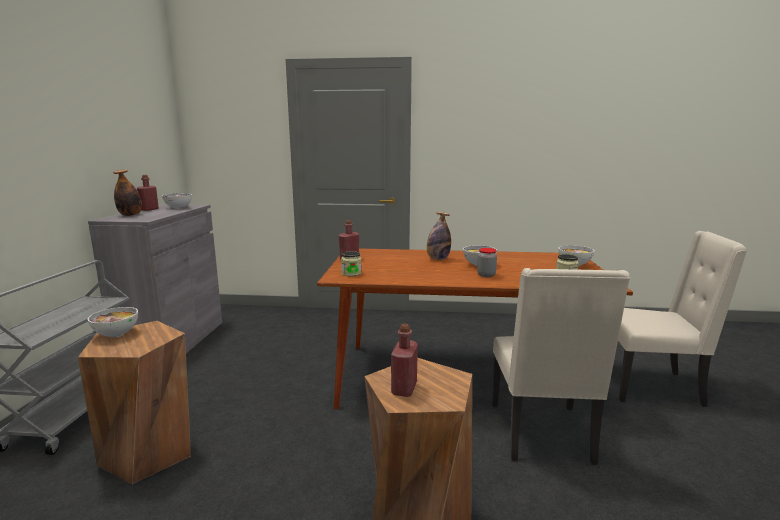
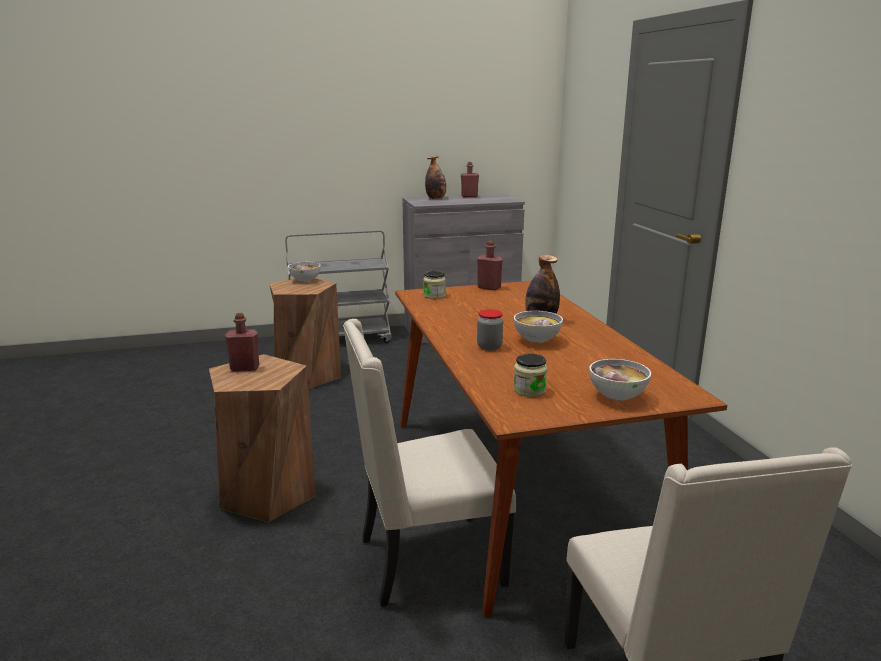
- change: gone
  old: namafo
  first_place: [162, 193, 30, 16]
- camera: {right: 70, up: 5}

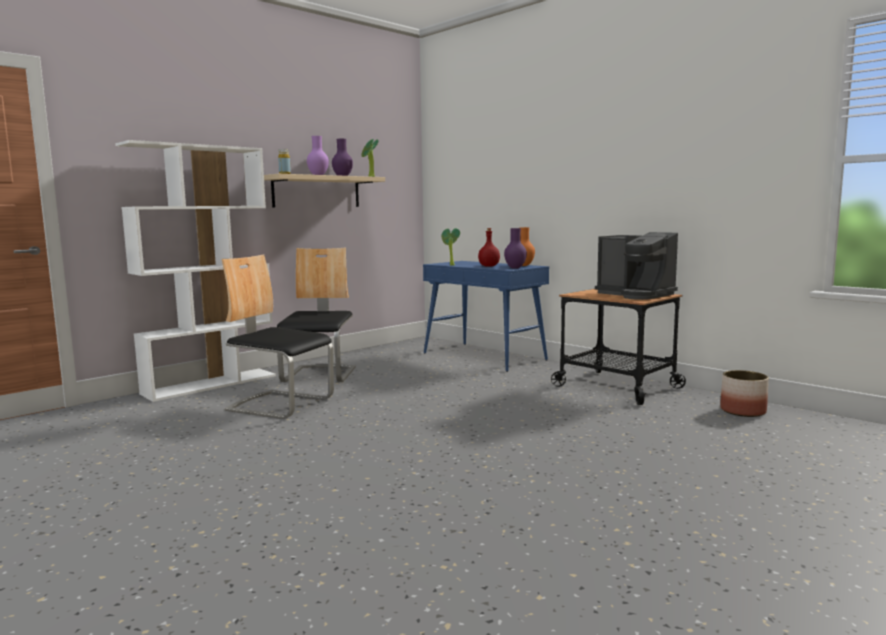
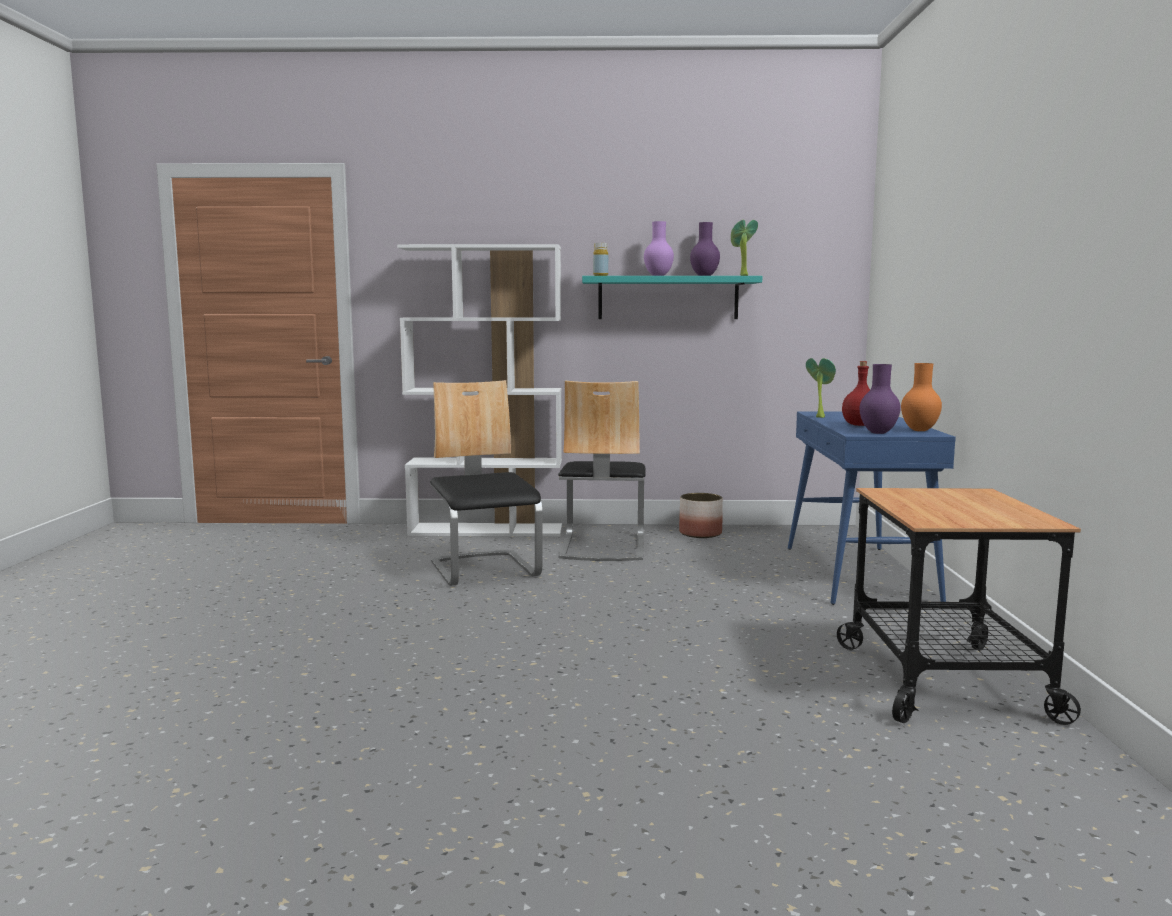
- change: repainted
  old: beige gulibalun
  new: turquoise gulibalun
  first_place: [264, 174, 121, 34]
  second_place: [582, 276, 180, 43]
- change: gone
  old: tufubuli
  first_place: [595, 232, 83, 68]
- change: rotated
  old: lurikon
  first_place: [277, 248, 79, 134]
  second_place: [558, 380, 88, 181]
  degrees: 135
- change: shifted
  old: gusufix
  first_place: [720, 370, 49, 47]
  second_place: [679, 493, 44, 45]
- camera: {right: 45, up: 0}

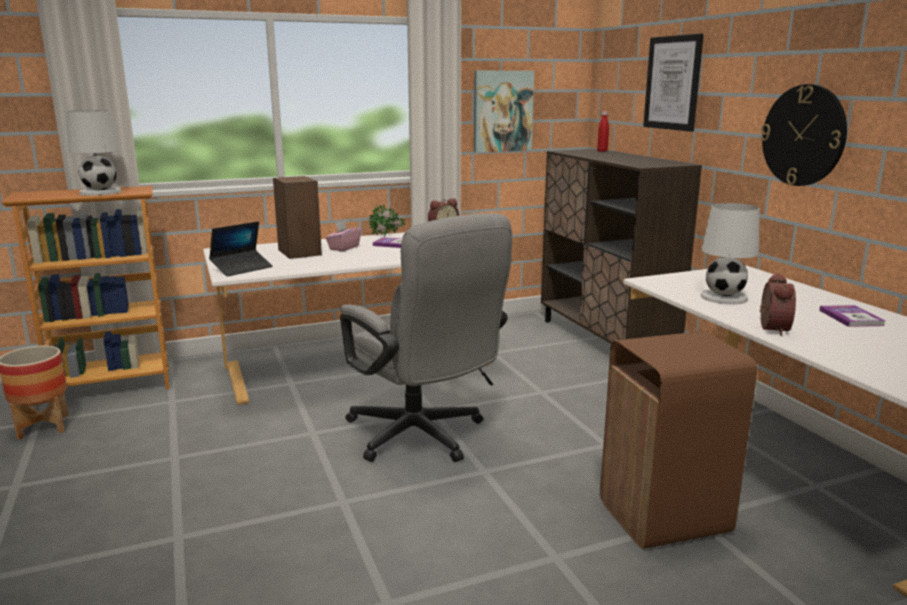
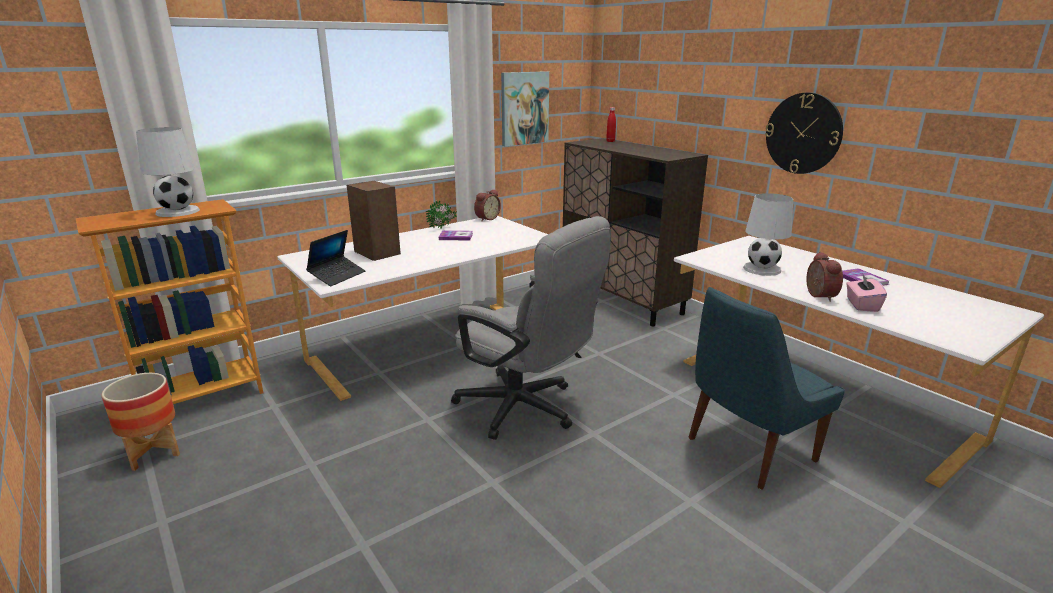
- change: gone
  old: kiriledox
  first_place: [643, 34, 61, 97]
- change: shifted
  old: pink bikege
  first_place: [325, 220, 36, 31]
  second_place: [846, 273, 41, 39]
- change: swapped
  old: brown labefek
  new: blue lurikon
  first_place: [600, 331, 157, 218]
  second_place: [689, 287, 156, 203]
- camera: {right: -15, up: 5}

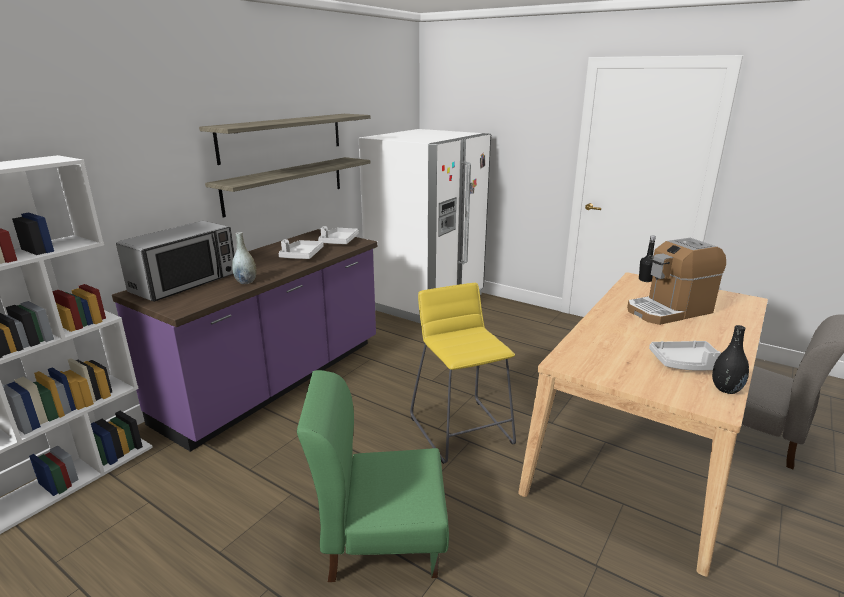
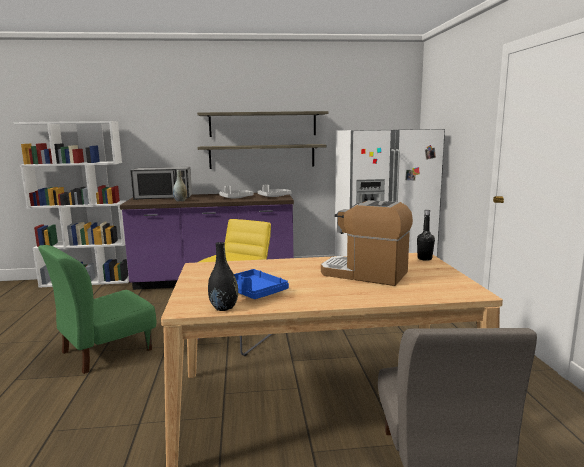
- change: repainted
  old: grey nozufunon
  new: blue nozufunon
  first_place: [649, 341, 72, 30]
  second_place: [234, 269, 55, 30]
- change: rotated
  old: green lurikon
  first_place: [297, 370, 152, 212]
  second_place: [38, 245, 118, 129]
  degrees: -90
- camera: {right: 50, up: -10}

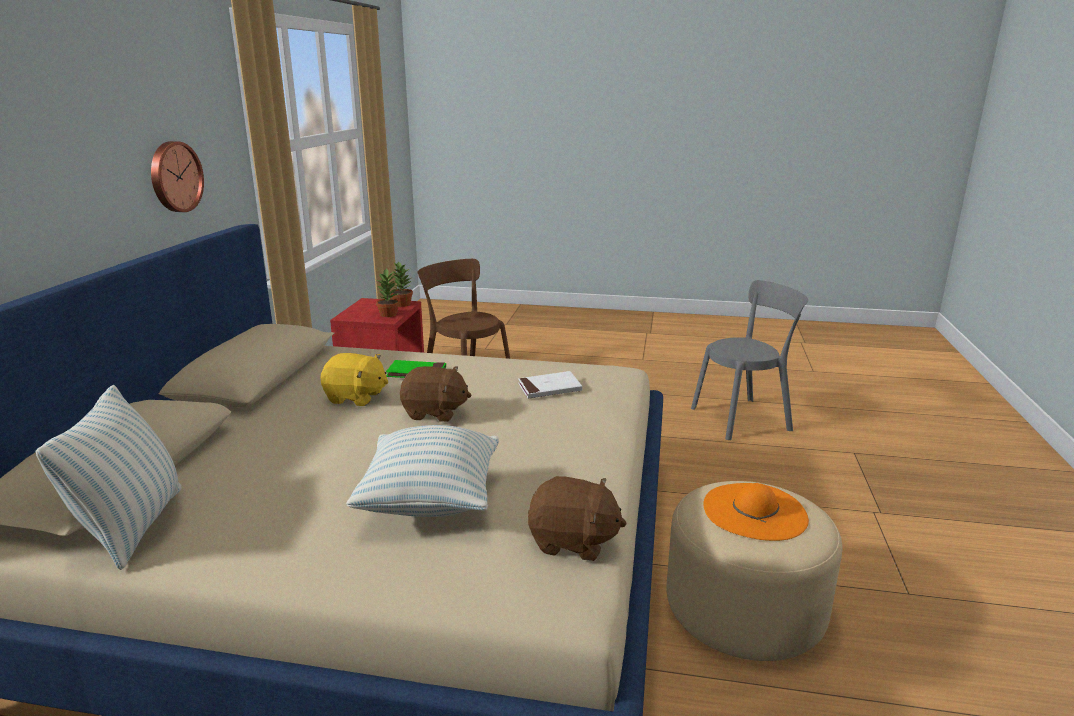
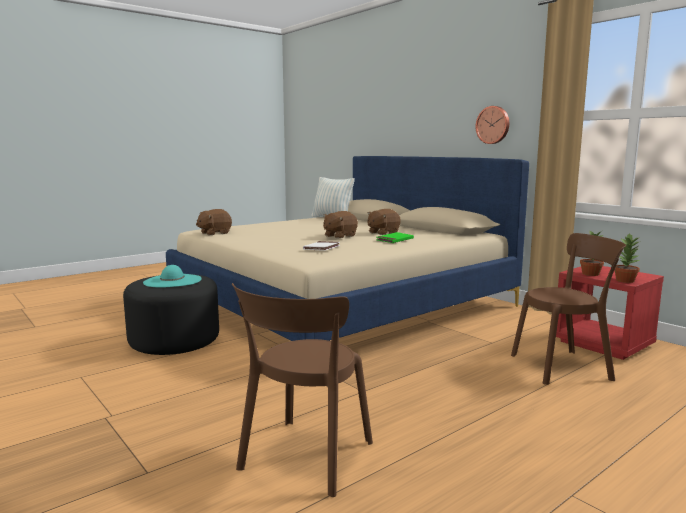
- change: repainted
  old: grey lurikon
  new: brown lurikon
  first_place: [691, 280, 117, 160]
  second_place: [232, 283, 141, 214]
- change: repainted
  old: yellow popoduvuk
  new: brown popoduvuk
  first_place: [321, 353, 67, 53]
  second_place: [367, 209, 34, 26]
- change: gone
  old: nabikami
  first_place: [346, 425, 153, 92]
- change: repainted
  old: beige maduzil
  new: black maduzil
  first_place: [667, 481, 175, 180]
  second_place: [123, 274, 96, 81]
- change: repainted
  old: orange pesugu
  new: turquoise pesugu
  first_place: [703, 483, 106, 58]
  second_place: [143, 265, 59, 23]
- camera: {right: 130, up: -10}

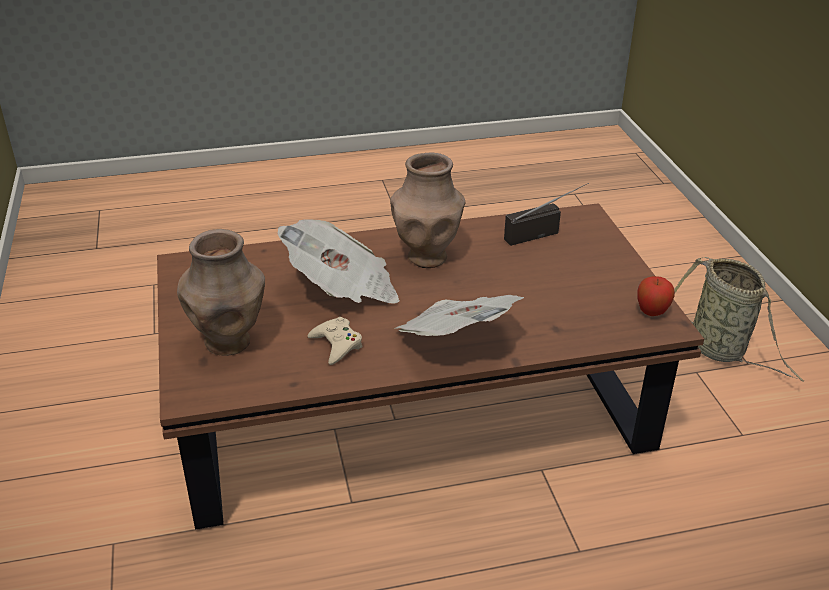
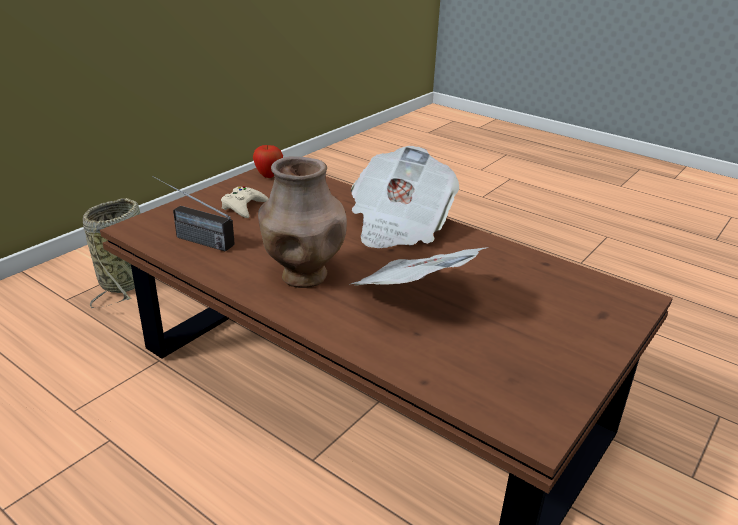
- change: gone
  old: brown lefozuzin
  first_place: [177, 229, 88, 127]
- change: shifted
  old: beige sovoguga
  first_place: [308, 317, 54, 48]
  second_place: [221, 186, 48, 32]
- camera: {right: -130, up: -5}

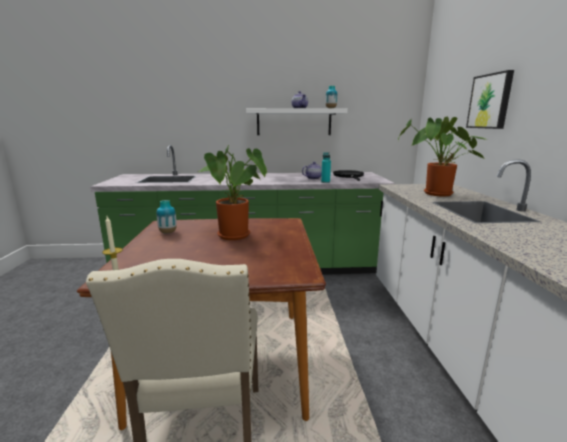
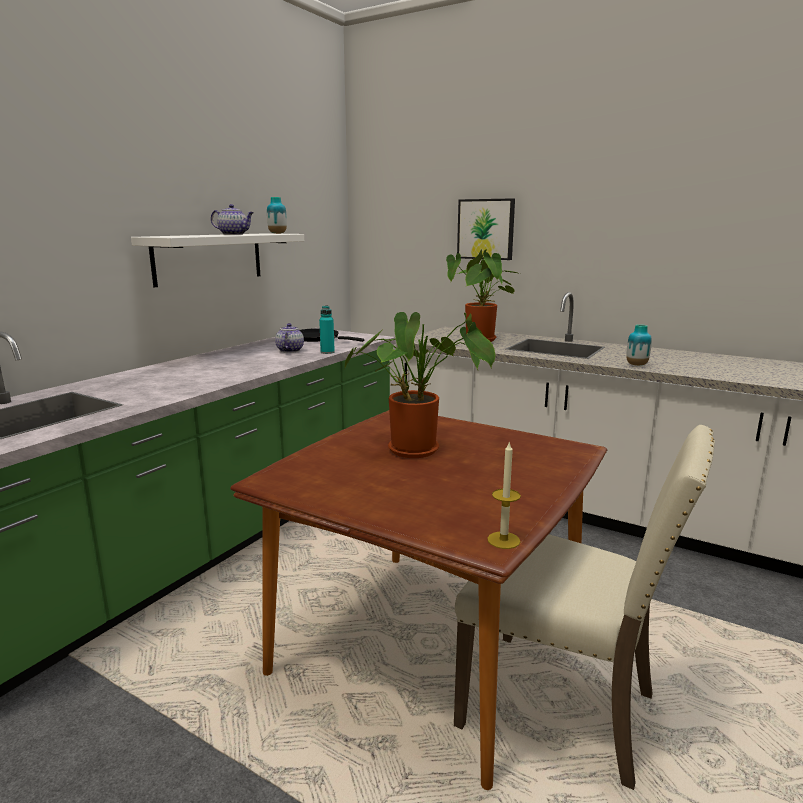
- change: shifted
  old: lefozuzin
  first_place: [157, 200, 20, 34]
  second_place: [626, 324, 26, 42]
- camera: {right: -55, up: 0}

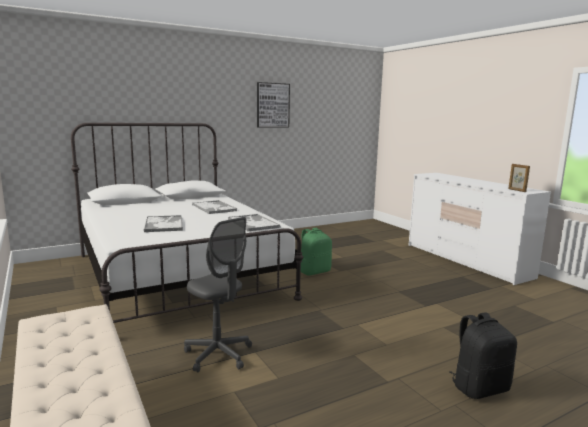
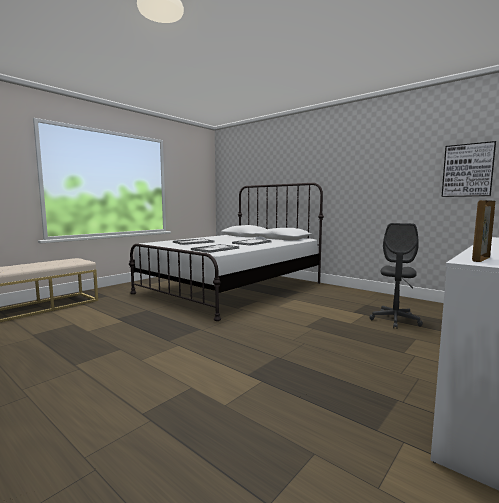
- change: shifted
  old: kiriledox
  first_place: [257, 82, 33, 46]
  second_place: [442, 141, 54, 56]
- change: shifted
  old: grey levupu
  first_place: [184, 217, 68, 155]
  second_place: [370, 223, 53, 106]
- change: gone
  old: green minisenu
  first_place: [301, 228, 31, 48]
- change: gone
  old: black minisenu
  first_place: [450, 312, 67, 87]
- camera: {right: 70, up: -5}

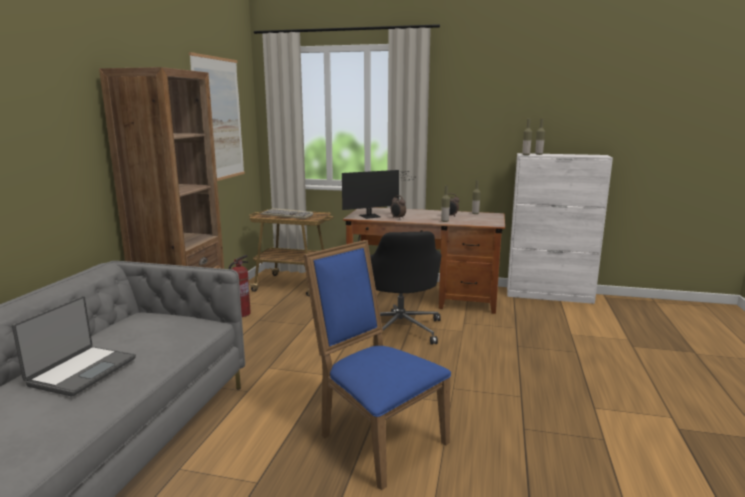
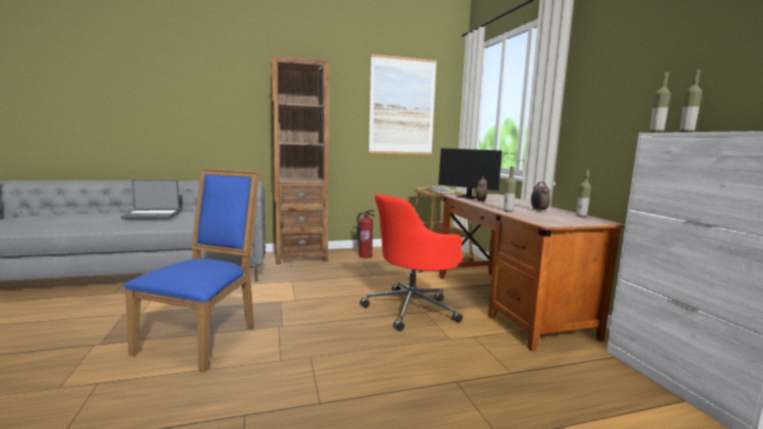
- change: repainted
  old: black levupu
  new: red levupu
  first_place: [370, 231, 71, 114]
  second_place: [360, 194, 103, 137]
- camera: {right: 60, up: -5}

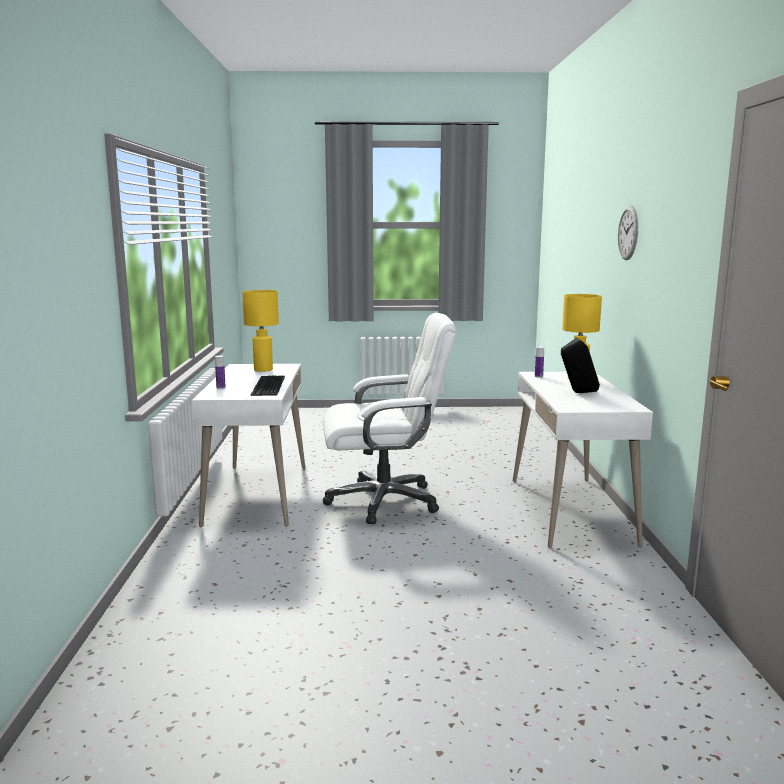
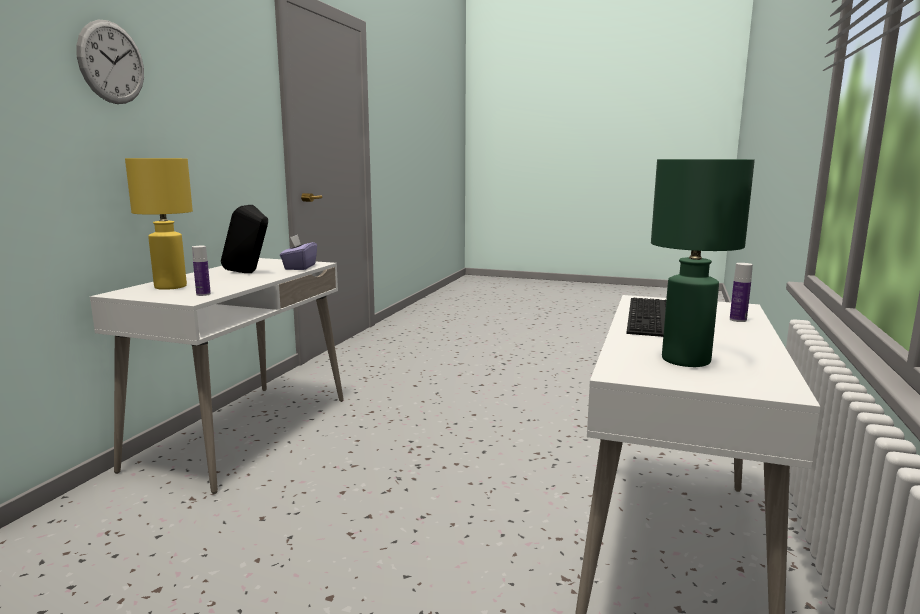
- change: repainted
  old: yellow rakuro
  new: green rakuro
  first_place: [243, 290, 36, 82]
  second_place: [651, 159, 104, 208]
- change: gone
  old: white levupu
  first_place: [323, 313, 133, 211]
- change: new
  new: purple bikege
  second_place: [280, 234, 37, 36]
- camera: {right: -160, up: 0}

